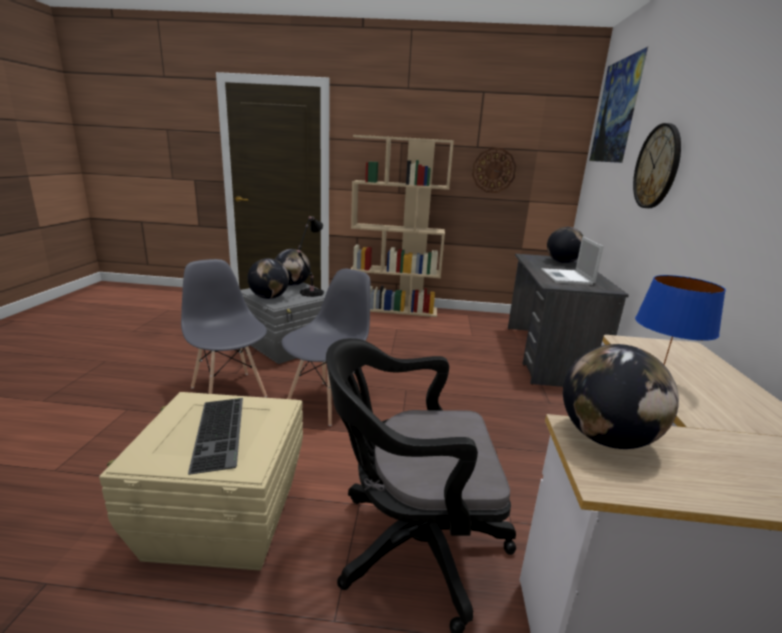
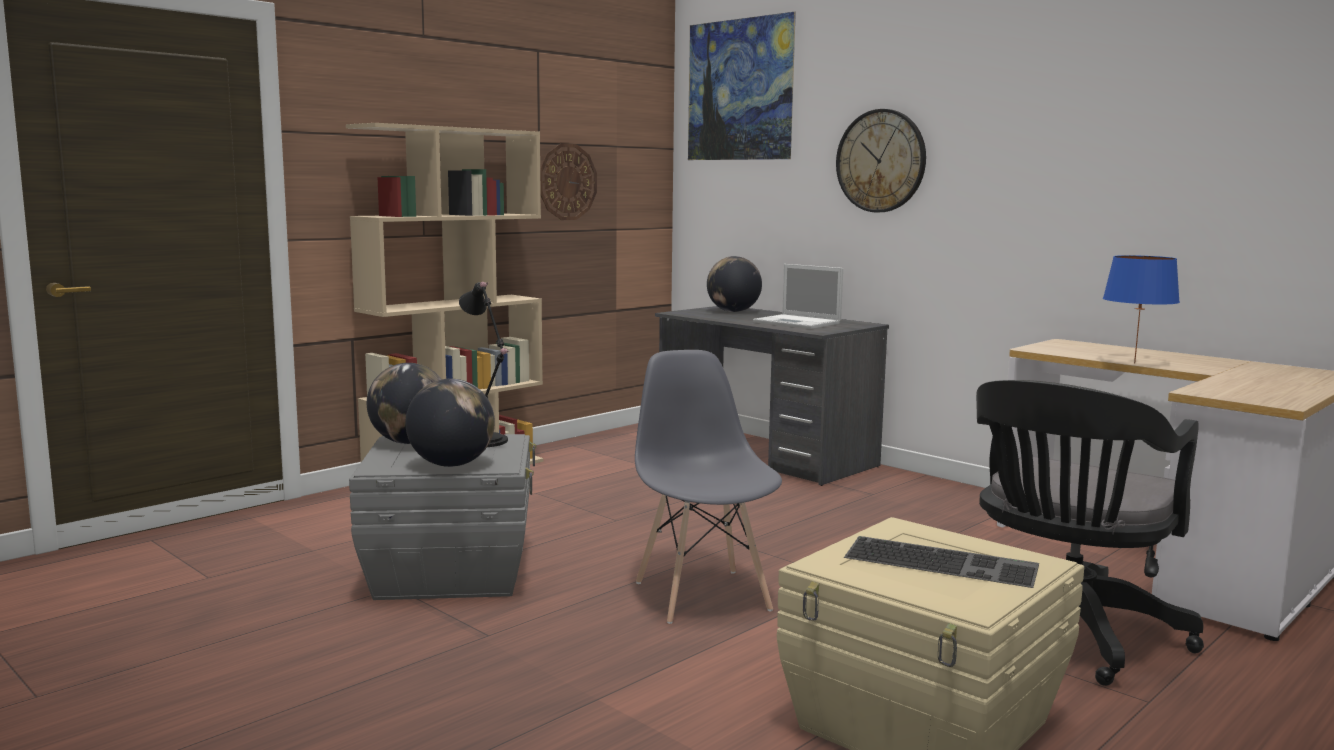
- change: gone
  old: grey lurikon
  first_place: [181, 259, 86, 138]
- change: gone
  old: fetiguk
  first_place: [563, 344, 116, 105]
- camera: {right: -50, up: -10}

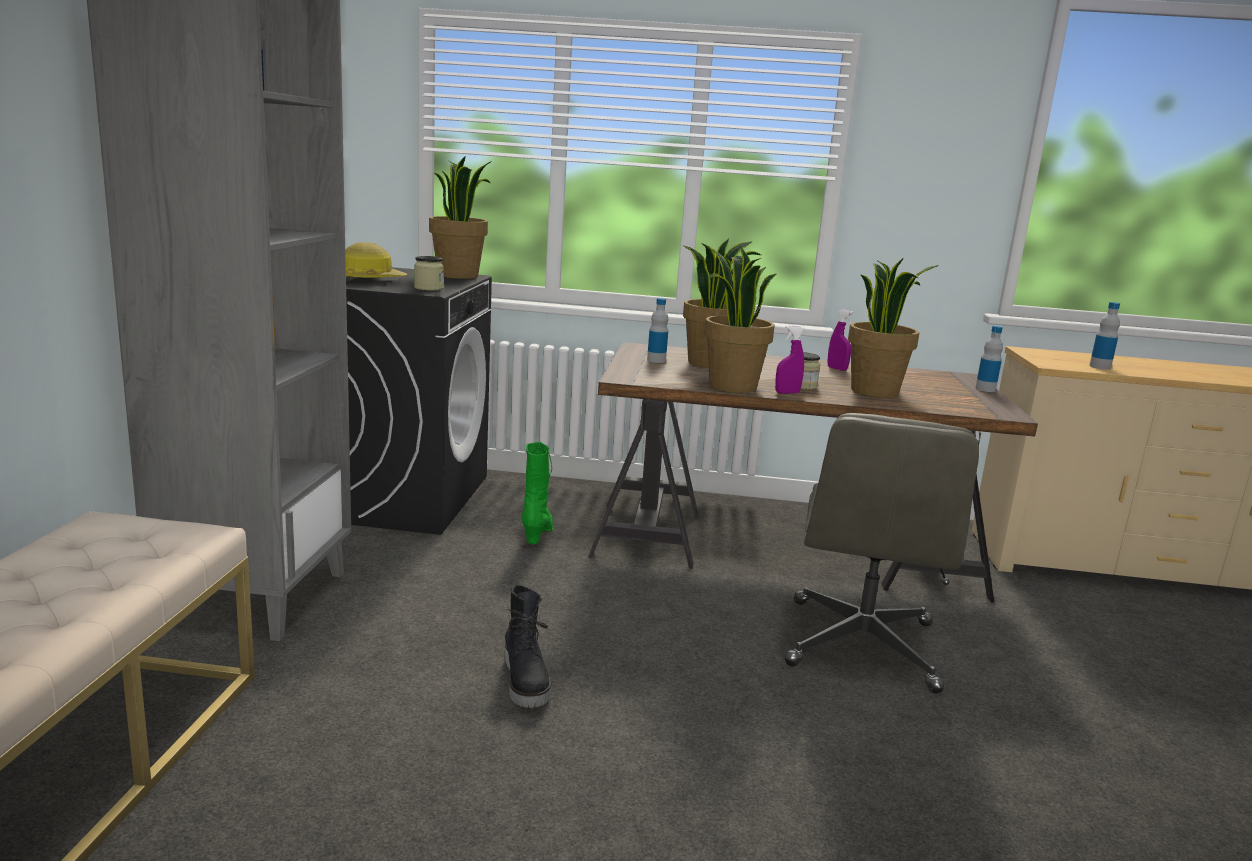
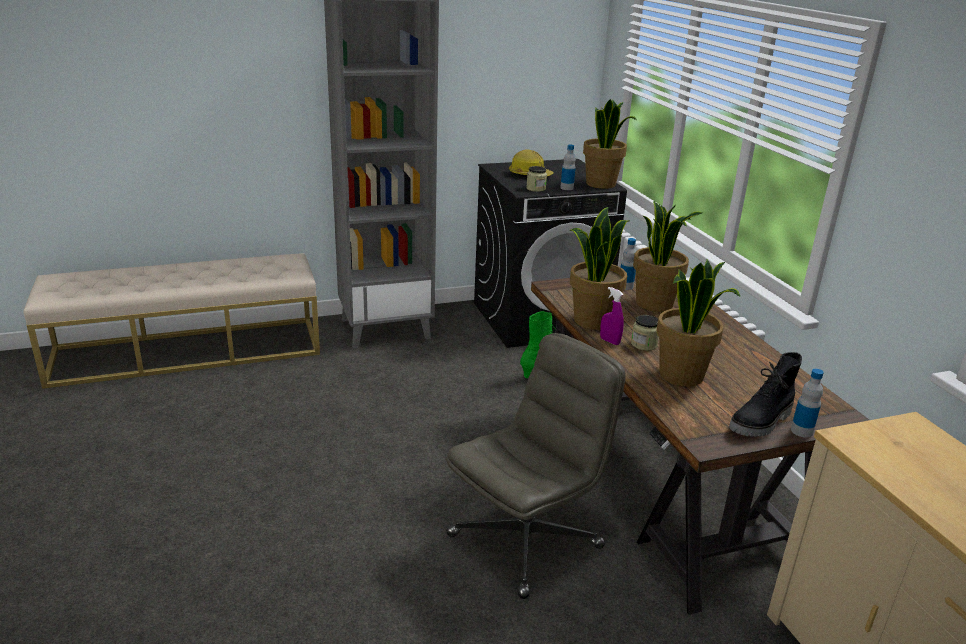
- change: shifted
  old: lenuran
  first_place: [1089, 302, 31, 68]
  second_place: [560, 144, 16, 46]
- change: gone
  old: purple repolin
  first_place: [827, 309, 27, 62]
- change: rotated
  old: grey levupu
  first_place: [785, 413, 194, 281]
  second_place: [446, 333, 180, 266]
  degrees: 150
- change: shifted
  old: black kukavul
  first_place: [505, 585, 46, 123]
  second_place: [729, 352, 73, 85]
- camera: {right: 65, up: 10}

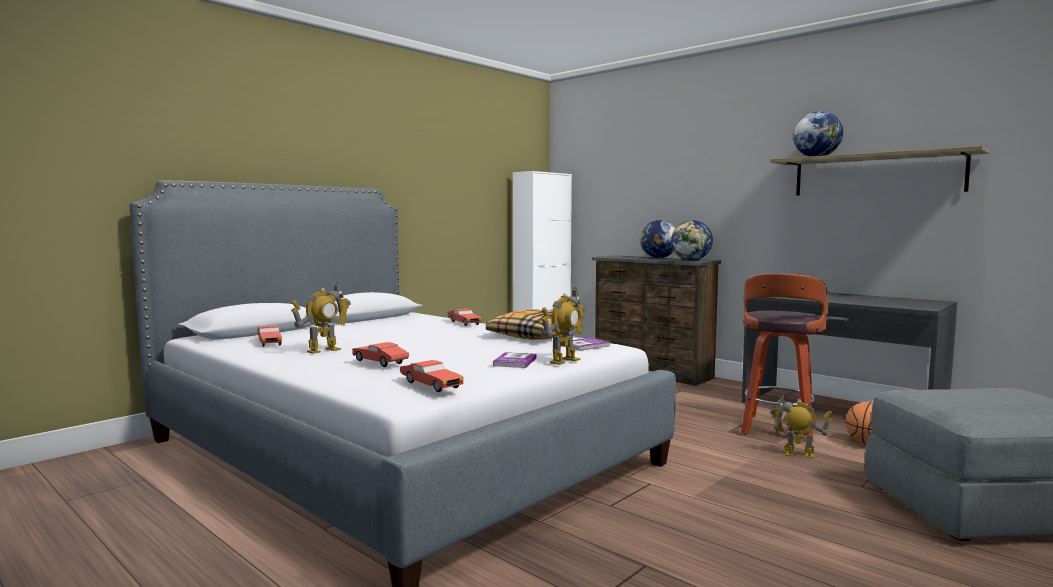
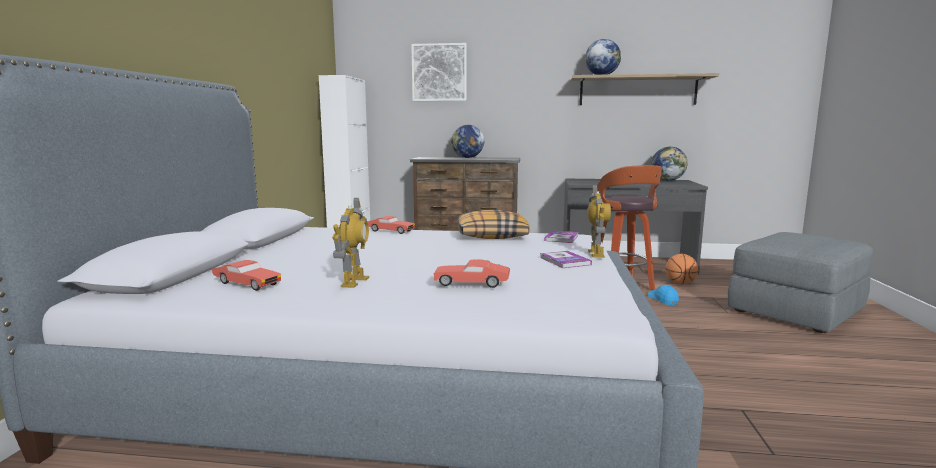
- change: shifted
  old: fetiguk
  first_place: [671, 220, 42, 41]
  second_place: [651, 147, 37, 34]
- change: gone
  old: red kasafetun
  first_place: [400, 360, 64, 32]
- change: swapped
  old: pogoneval
  new: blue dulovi
  first_place: [770, 394, 62, 64]
  second_place: [648, 285, 31, 20]
- change: new
  new: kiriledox
  second_place: [411, 43, 56, 58]
- camera: {right: -35, up: 5}

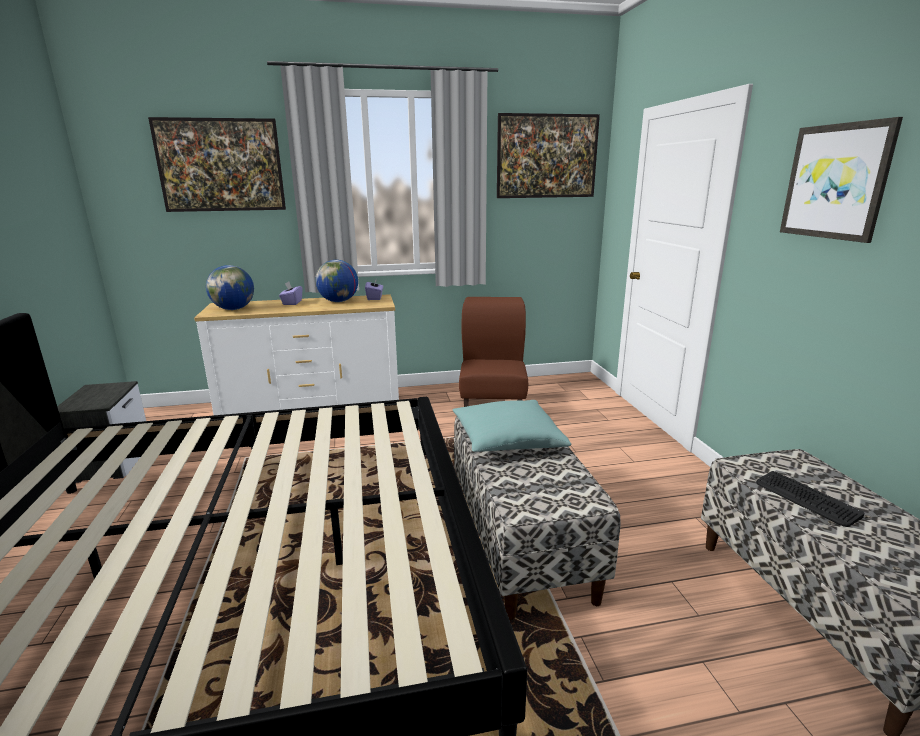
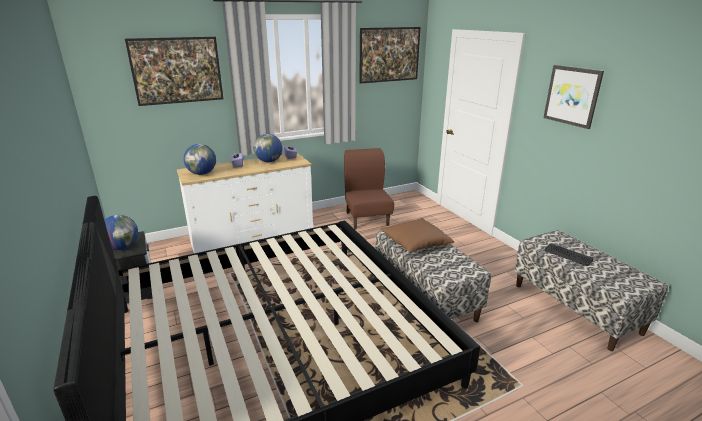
- change: repainted
  old: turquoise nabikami
  new: brown nabikami
  first_place: [453, 400, 119, 52]
  second_place: [380, 218, 74, 34]
- change: new
  new: fetiguk
  second_place: [104, 215, 34, 35]
- camera: {right: -15, up: 5}

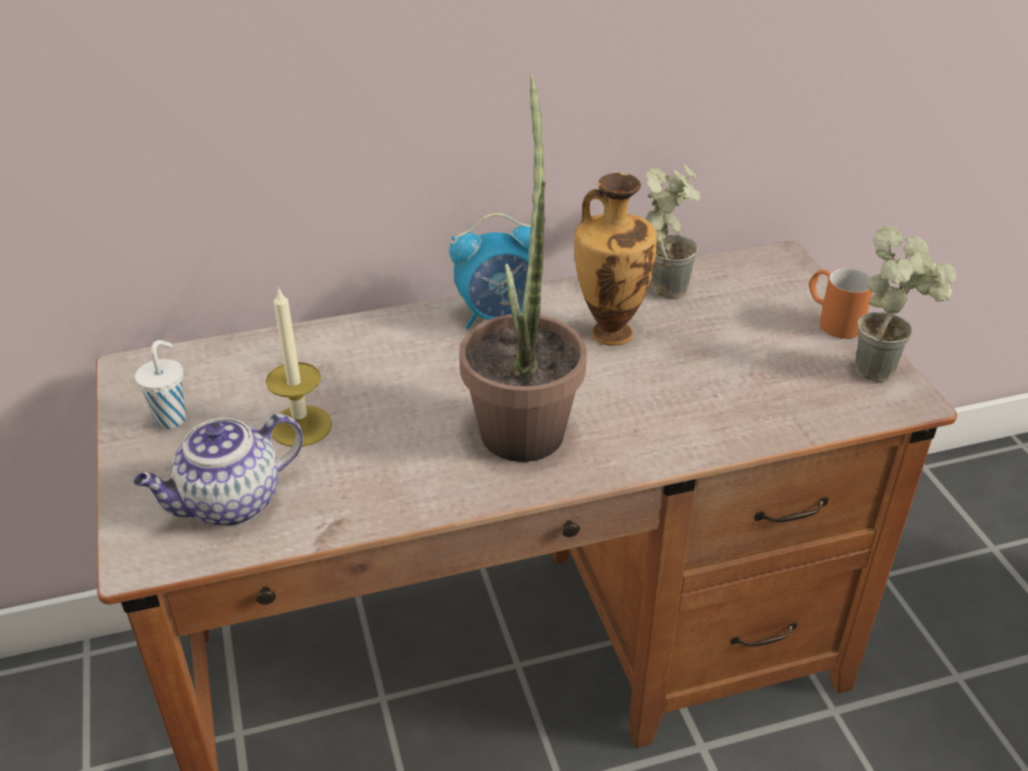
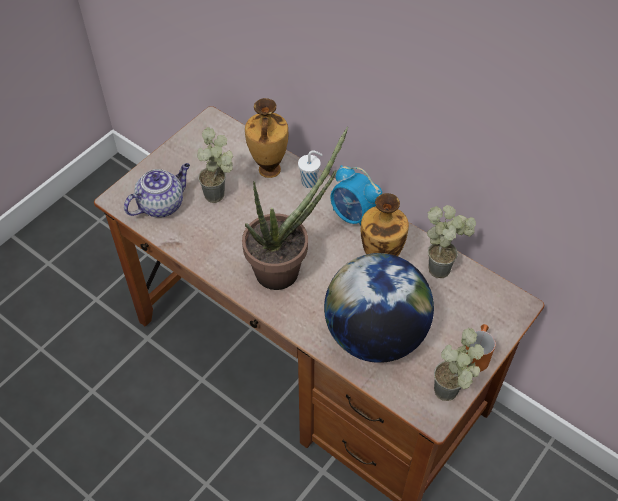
- change: swapped
  old: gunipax
  new: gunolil
  first_place: [266, 286, 66, 161]
  second_place: [197, 127, 36, 76]
- change: shifted
  old: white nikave
  first_place: [135, 340, 51, 89]
  second_place: [298, 150, 25, 38]
- change: rotated
  old: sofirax
  first_place: [133, 413, 170, 113]
  second_place: [124, 163, 66, 55]
  degrees: 120
- change: new
  new: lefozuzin
  second_place: [245, 98, 43, 80]
- change: new
  new: fetiguk
  second_place: [324, 253, 110, 110]
- camera: {right: 55, up: 15}

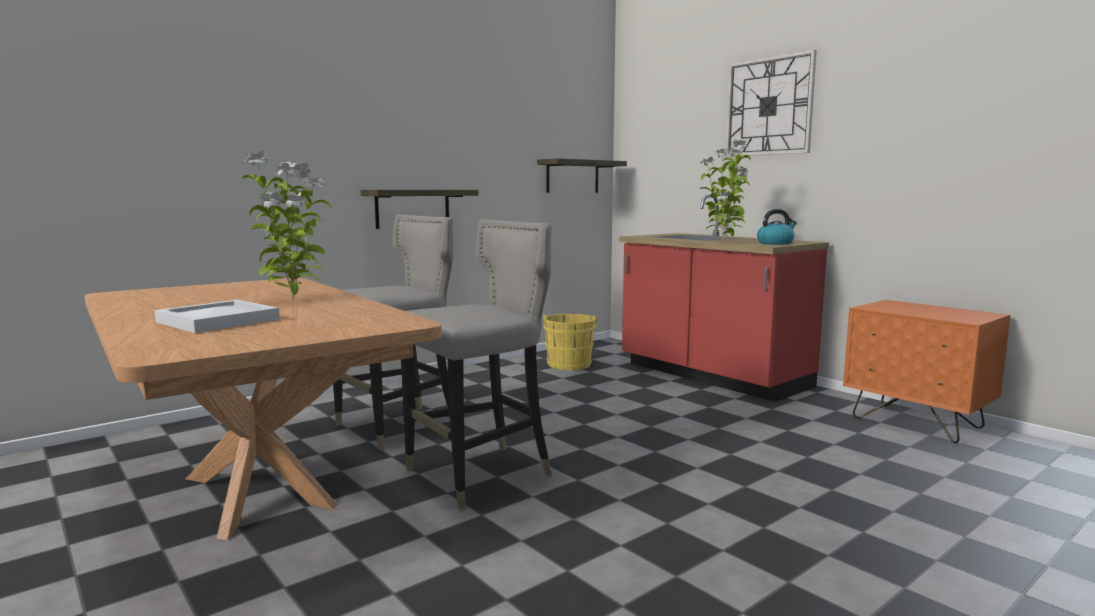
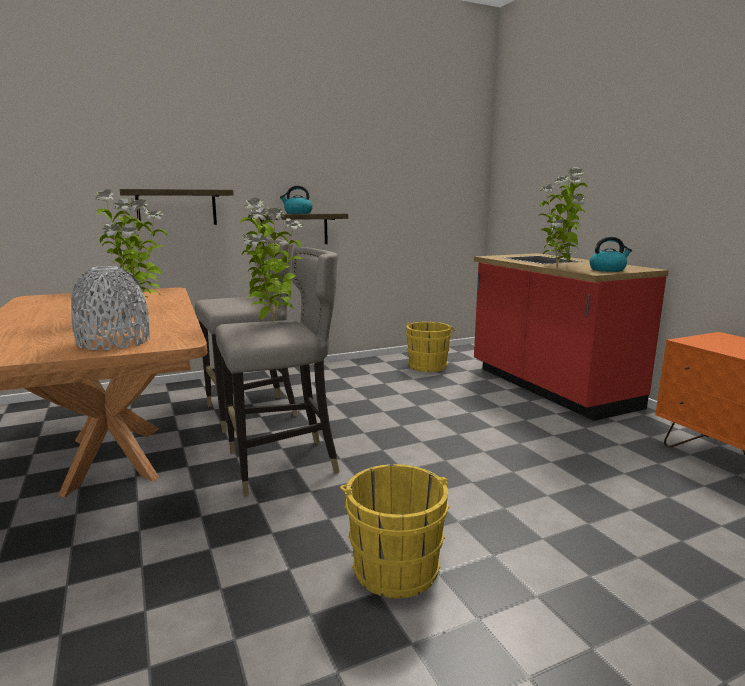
- change: gone
  old: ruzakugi
  first_place: [725, 49, 92, 108]
- change: shifted
  old: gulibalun
  first_place: [537, 158, 90, 35]
  second_place: [120, 189, 113, 36]
- change: gone
  old: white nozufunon
  first_place: [155, 300, 125, 33]
- change: new
  new: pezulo
  second_place: [280, 186, 33, 28]
- change: new
  new: gunolil
  second_place: [240, 198, 63, 125]
- change: new
  new: grey lefozuzin
  second_place: [71, 266, 79, 84]
- change: new
  new: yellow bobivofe
  second_place: [340, 464, 110, 134]
- camera: {right: 15, up: 5}

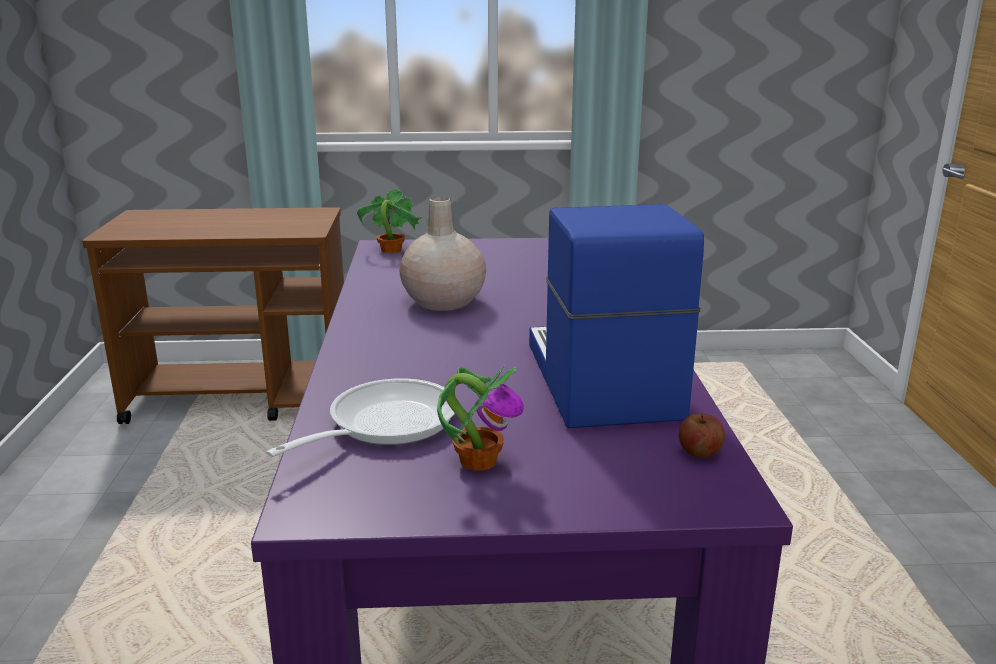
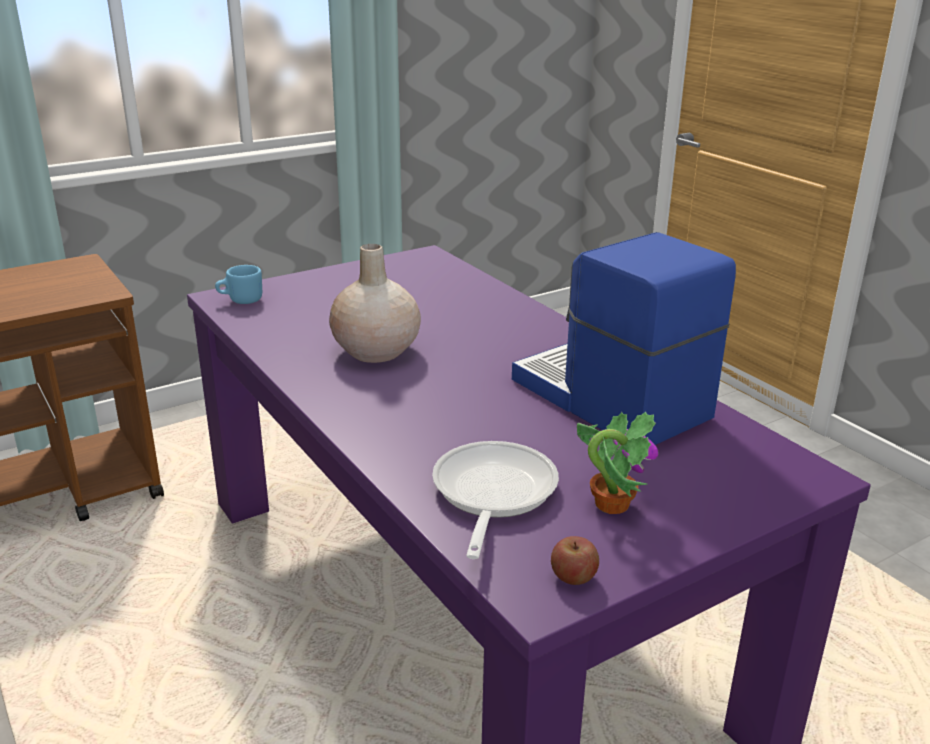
- change: swapped
  old: gunolil
  new: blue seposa
  first_place: [357, 188, 66, 65]
  second_place: [215, 265, 47, 39]
- change: shifted
  old: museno
  first_place: [679, 413, 46, 45]
  second_place: [551, 536, 48, 49]
- camera: {right: -30, up: 5}

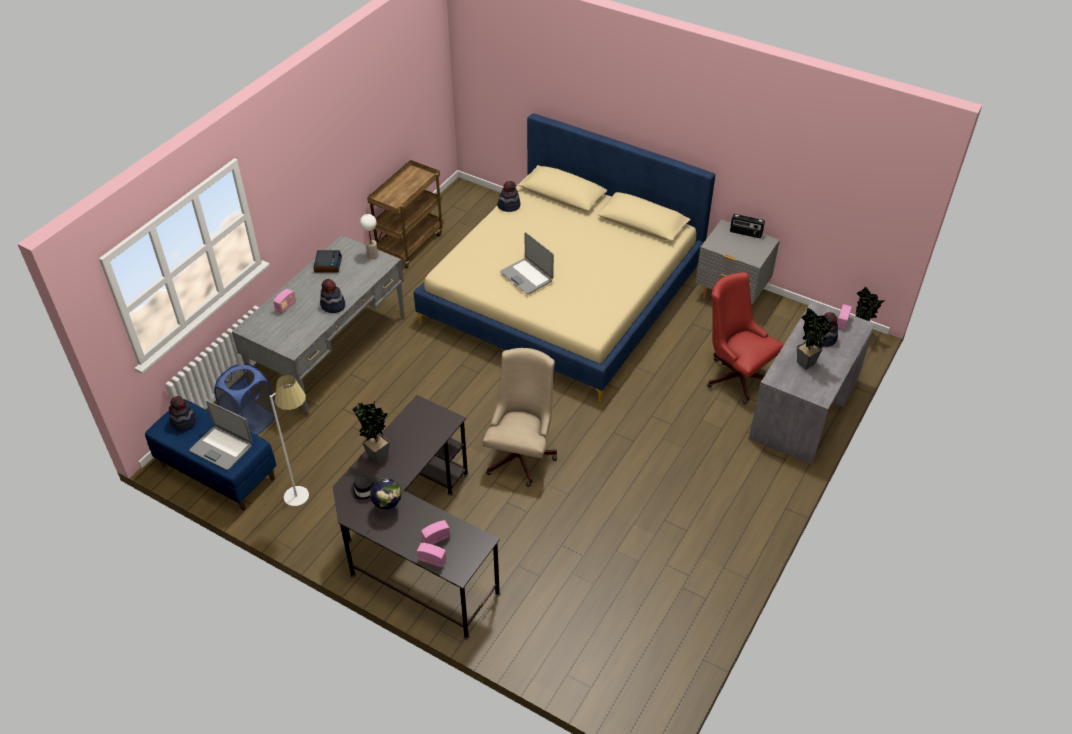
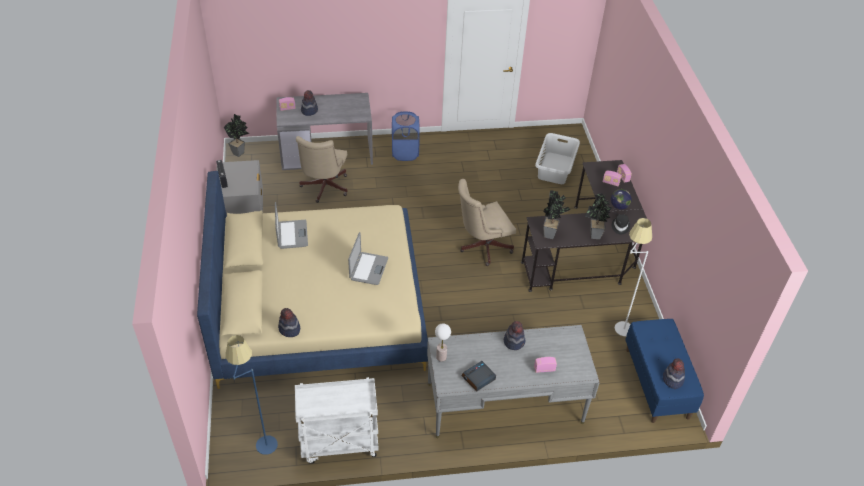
- change: repainted
  old: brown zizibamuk
  new: white zizibamuk
  first_place: [367, 160, 77, 109]
  second_place: [295, 377, 84, 87]
- change: repainted
  old: red levupu
  new: beige levupu
  first_place: [707, 272, 77, 132]
  second_place: [296, 136, 51, 67]
- change: shifted
  old: gunolil
  first_place: [797, 308, 37, 62]
  second_place: [543, 190, 27, 49]
- change: shifted
  old: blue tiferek
  first_place: [214, 363, 62, 72]
  second_place: [392, 111, 28, 50]
- change: shifted
  old: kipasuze
  first_place: [190, 401, 63, 69]
  second_place: [275, 202, 33, 47]
- change: new
  new: grey tiferek
  second_place: [535, 133, 45, 51]
- change: new
  new: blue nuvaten
  second_place: [225, 335, 53, 120]
- camera: {right: -130, up: 0}

